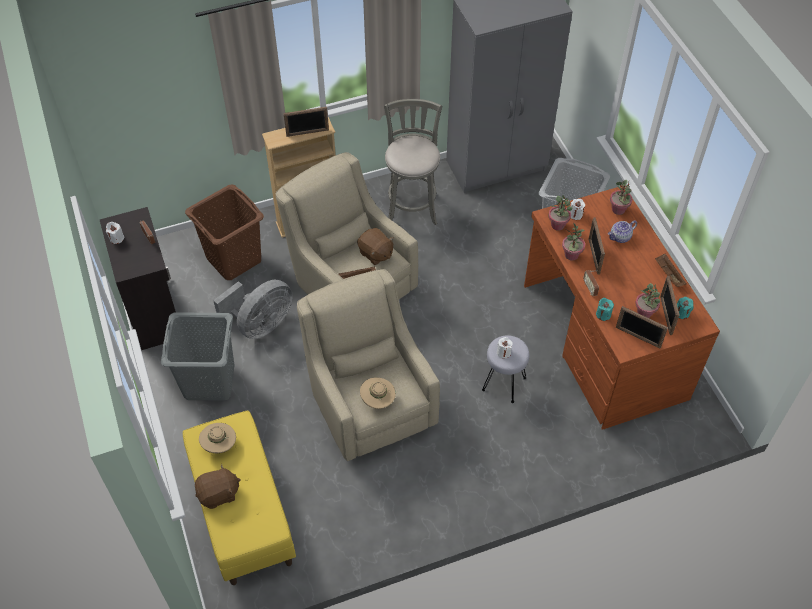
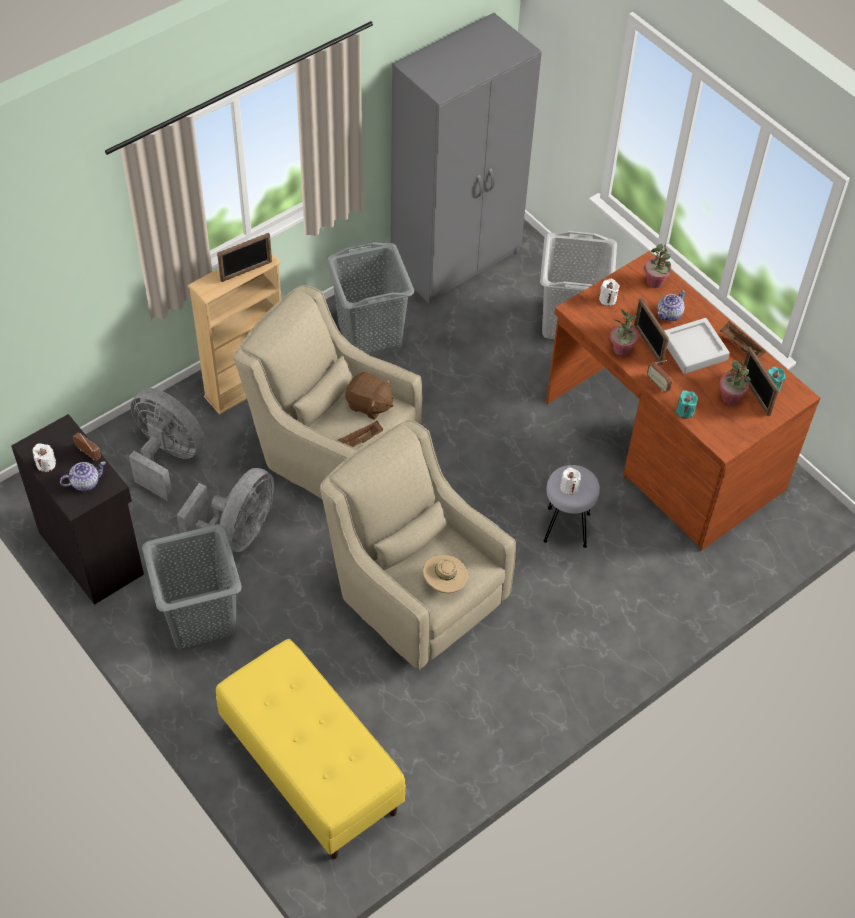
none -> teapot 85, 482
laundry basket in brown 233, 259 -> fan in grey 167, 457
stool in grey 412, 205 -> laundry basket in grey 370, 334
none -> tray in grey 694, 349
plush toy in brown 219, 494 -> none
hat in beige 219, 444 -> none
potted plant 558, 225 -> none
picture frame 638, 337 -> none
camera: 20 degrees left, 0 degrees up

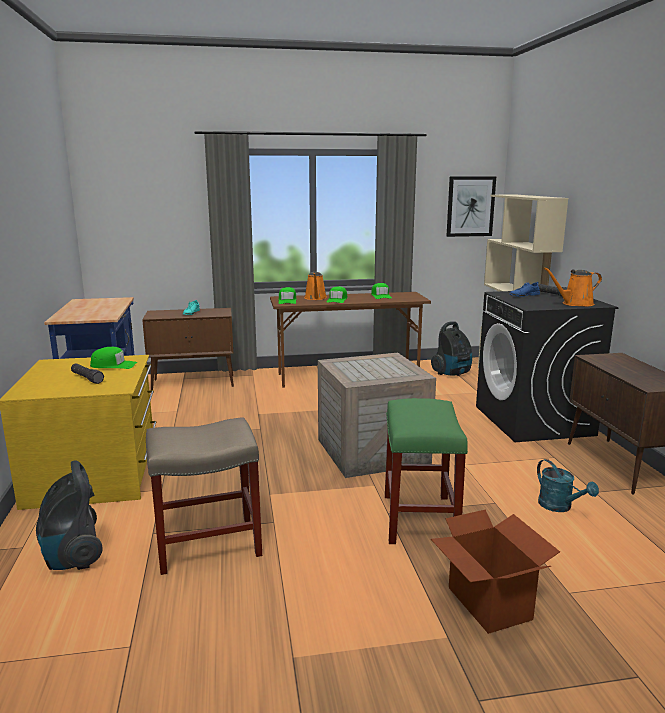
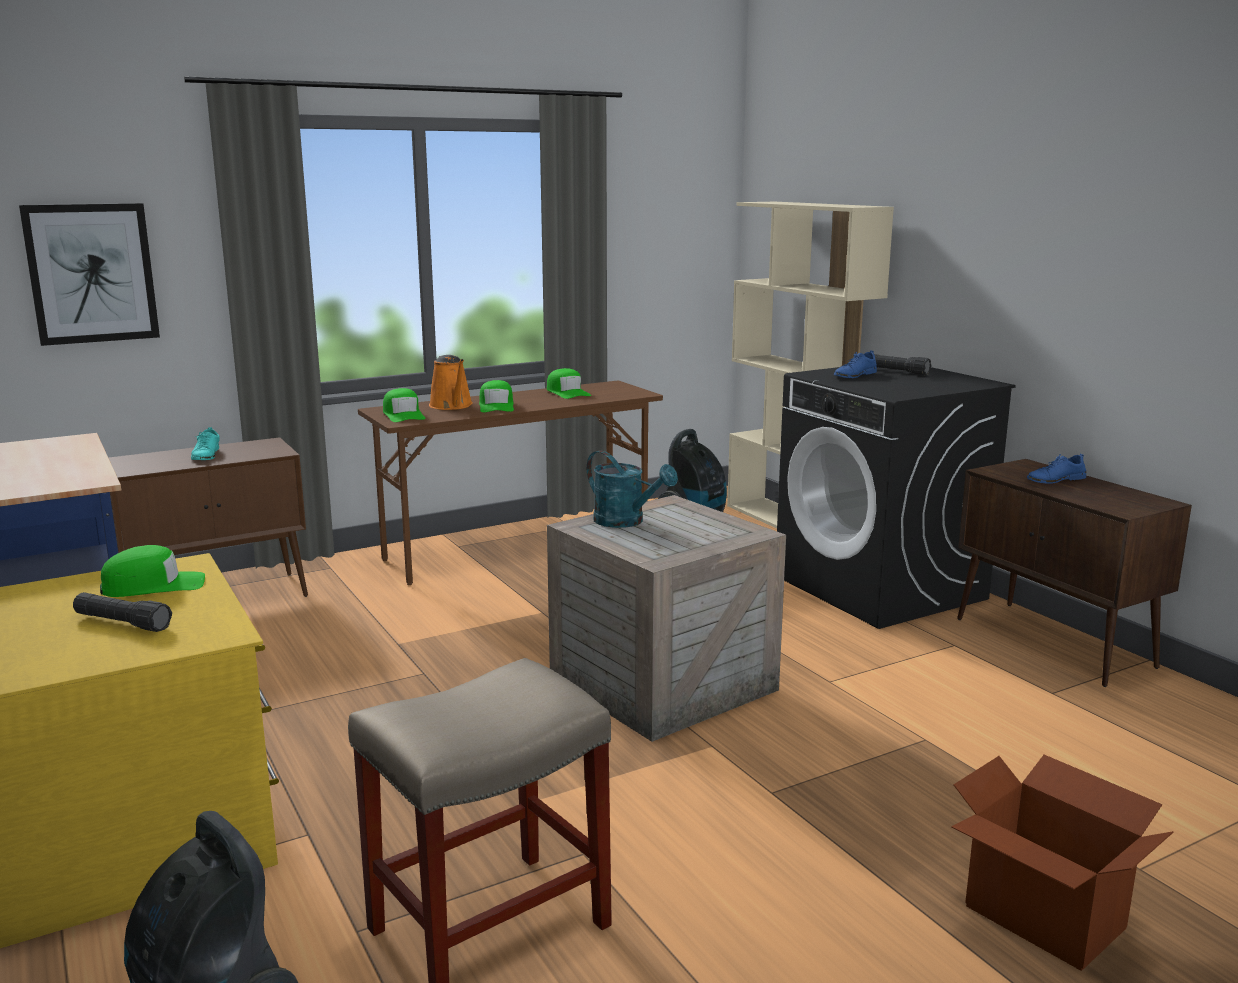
picture 470, 206 -> picture 91, 273, shifted
watering can in turquoise 560, 507 -> watering can in turquoise 626, 522, shifted
none -> shoe in blue 1055, 480
stool in green 420, 520 -> none
watering can in orange 575, 304 -> none
camera: 20 degrees left, 0 degrees up

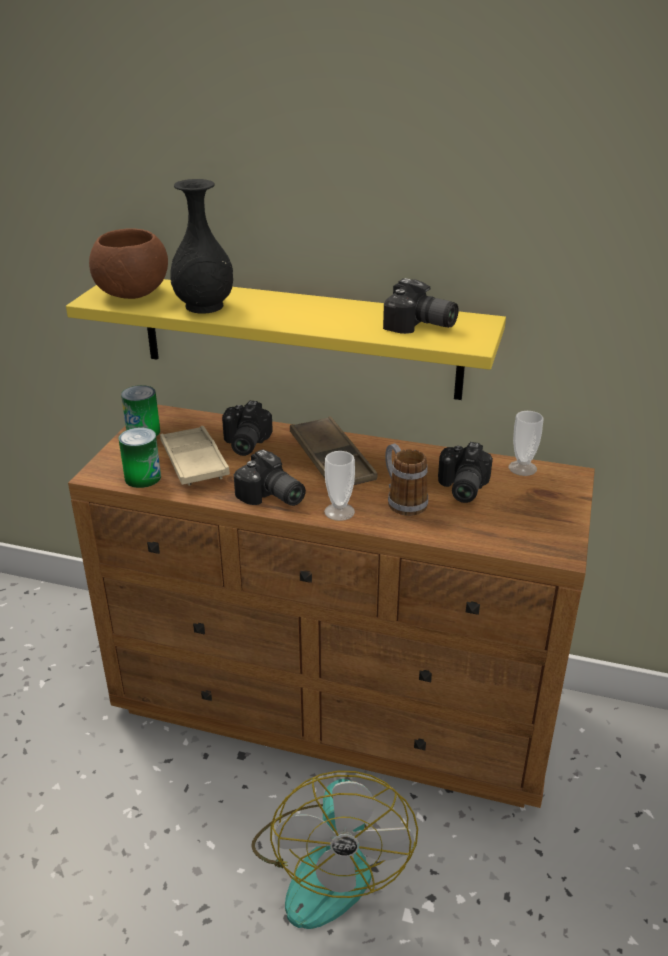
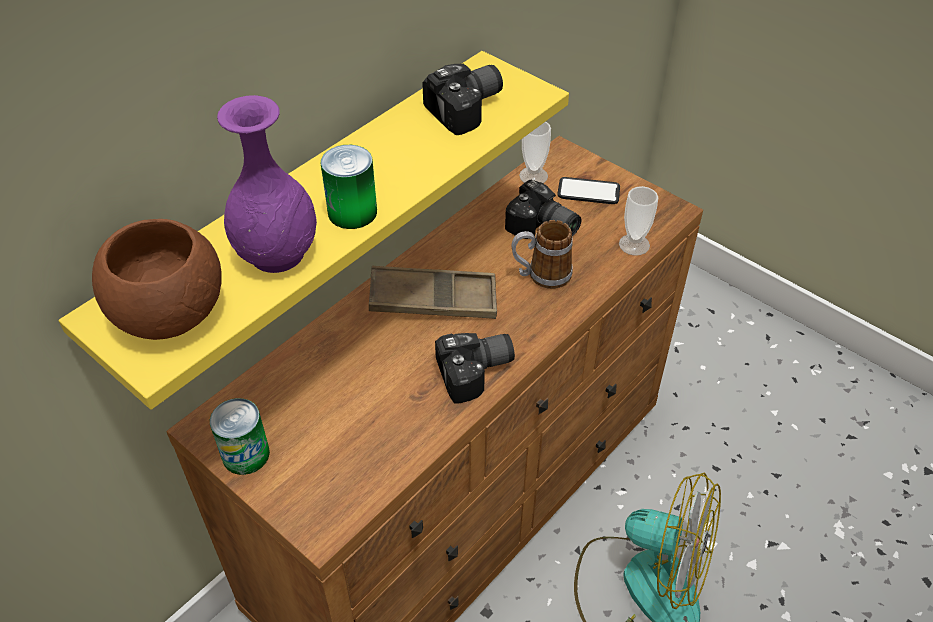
vase in black 204, 306 -> vase in purple 278, 254
can 143, 478 -> can 352, 212, shifted
none -> phone 588, 191
cup 339, 512 -> cup 634, 244, shifted
tray in beige 194, 462 -> none
photo camera 243, 444 -> none
camera: 65 degrees left, 15 degrees up

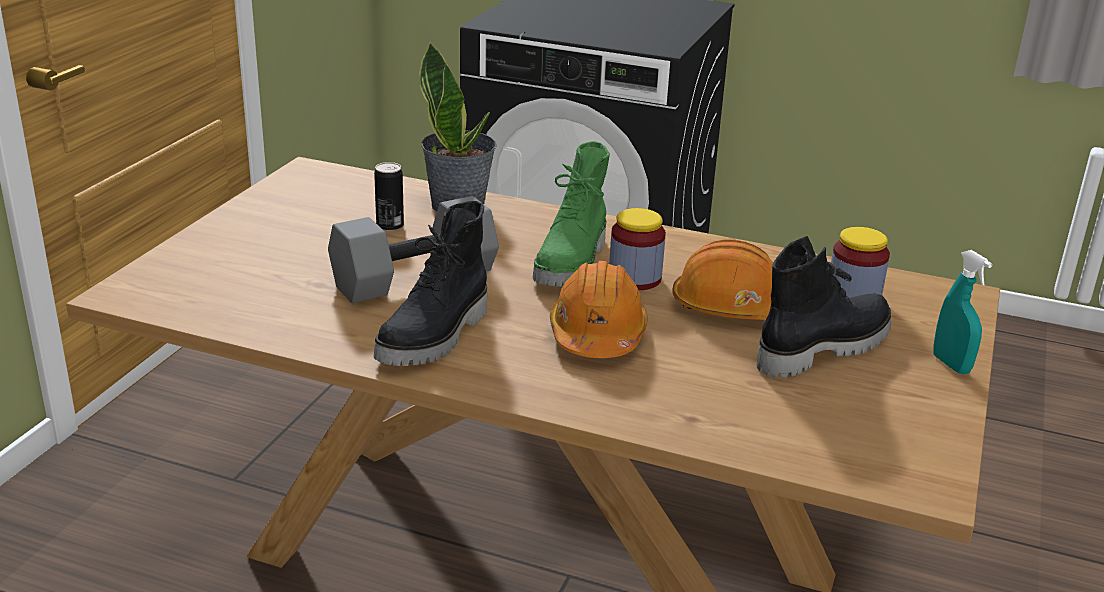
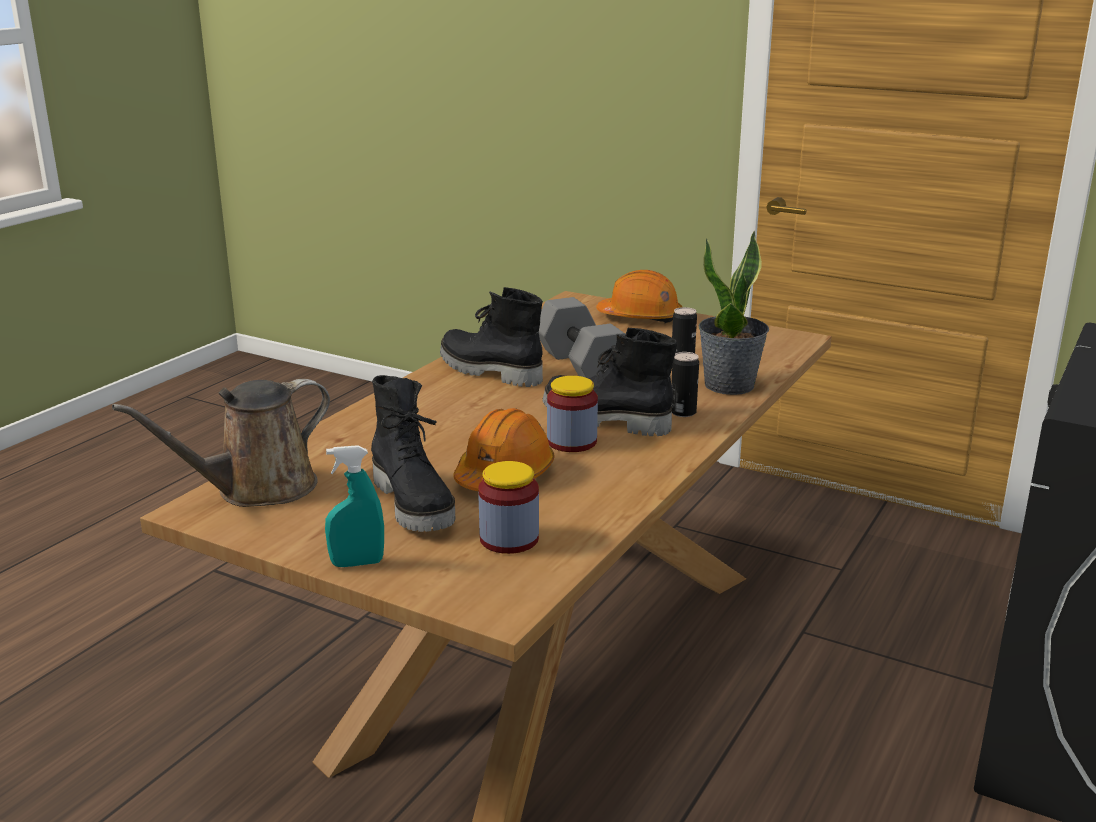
none -> watering can in brown 257, 489
boot in green 573, 263 -> boot in black 604, 420
hard hat in orange 597, 334 -> hard hat in orange 640, 317, shifted
none -> can 683, 412
camera: 100 degrees right, 5 degrees down

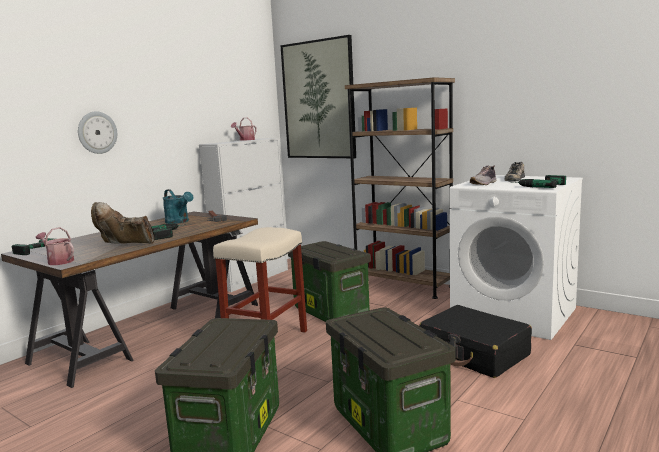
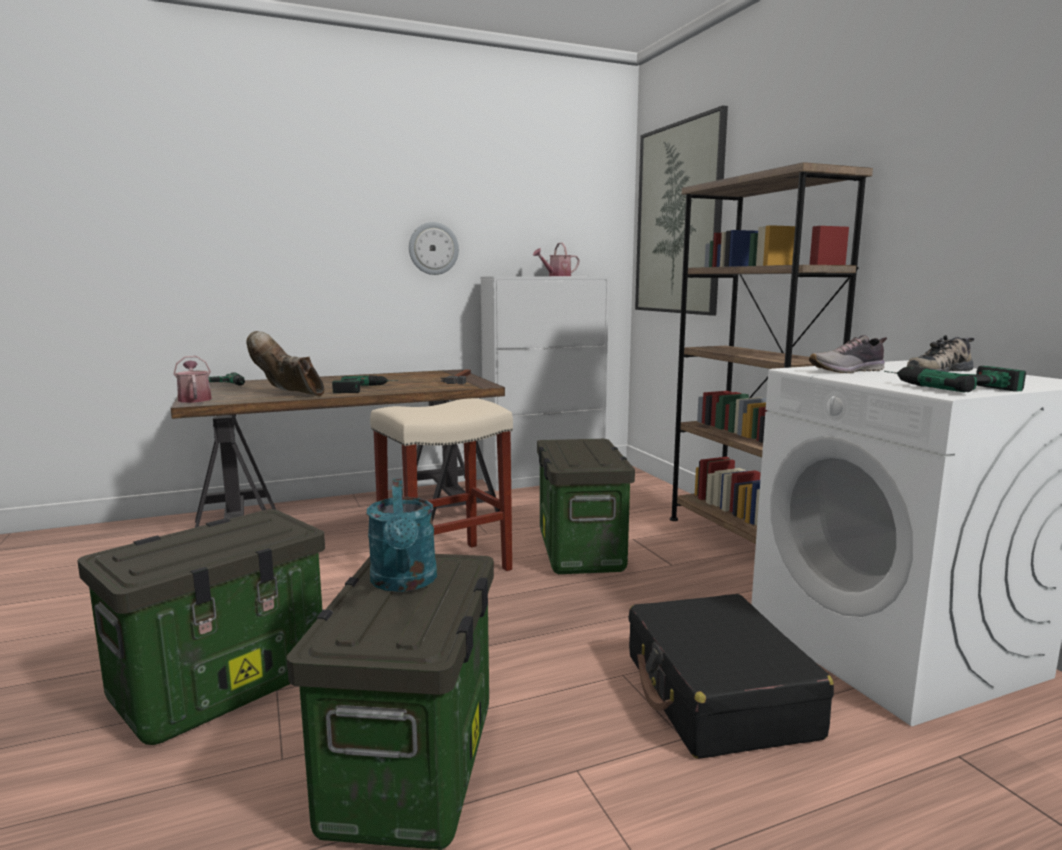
watering can in turquoise 179, 222 -> watering can in turquoise 404, 582, shifted
wall clock 97, 132 -> wall clock 433, 248, shifted
camera: 30 degrees right, 0 degrees up

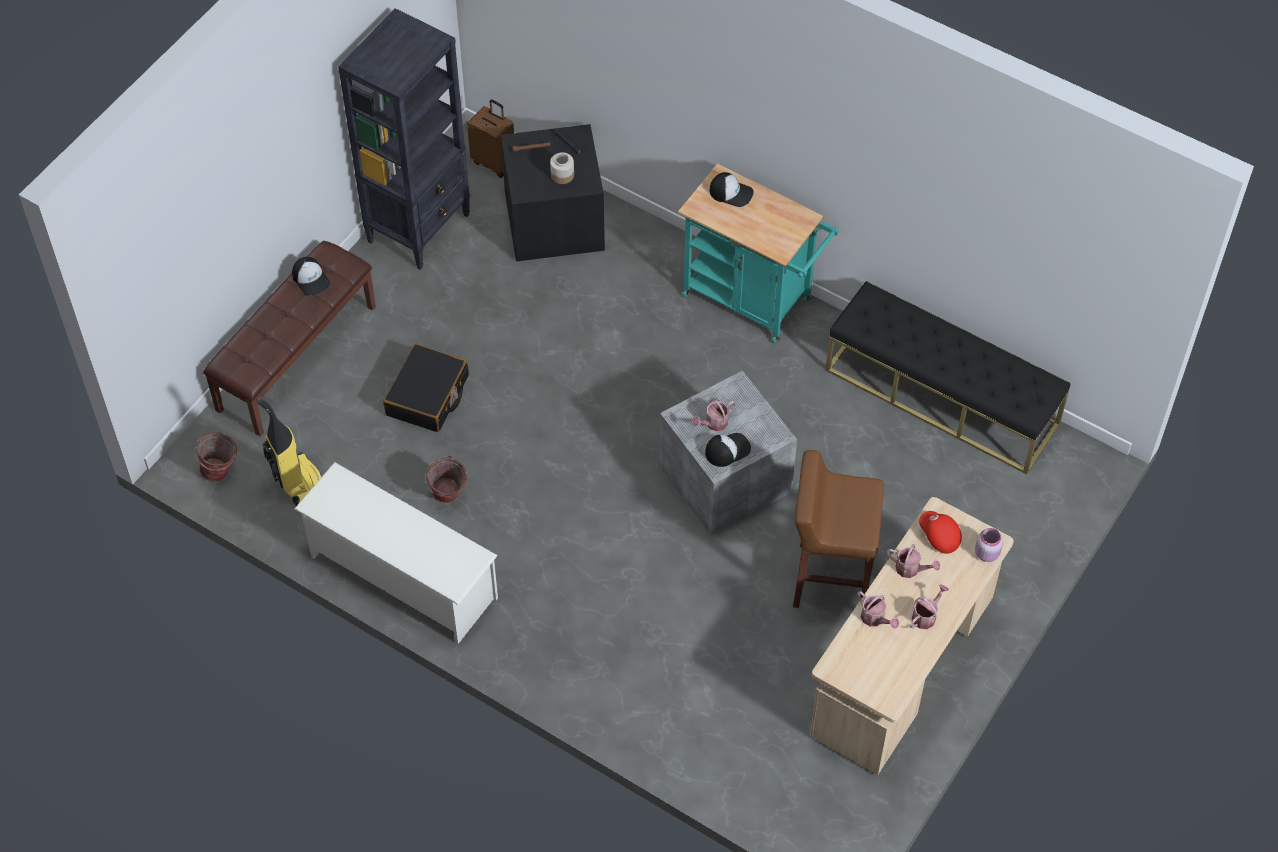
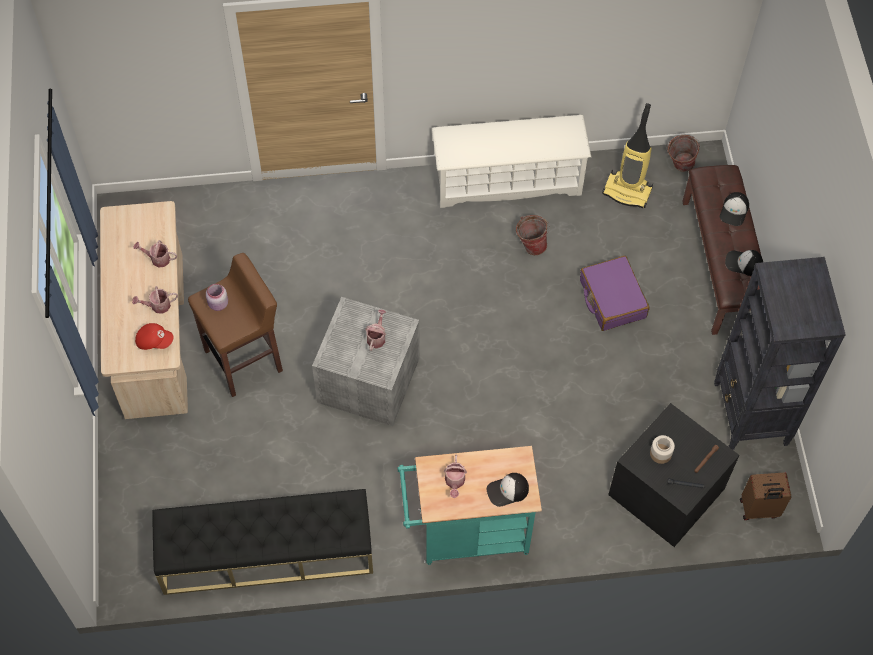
jar in pink 987, 553 -> jar in pink 218, 304, shifted
watering can 926, 616 -> watering can 454, 482, shifted
suitcase in black 428, 396 -> suitcase in purple 612, 299
cap 727, 450 -> cap 734, 211, shifted
camera: 140 degrees right, 5 degrees up

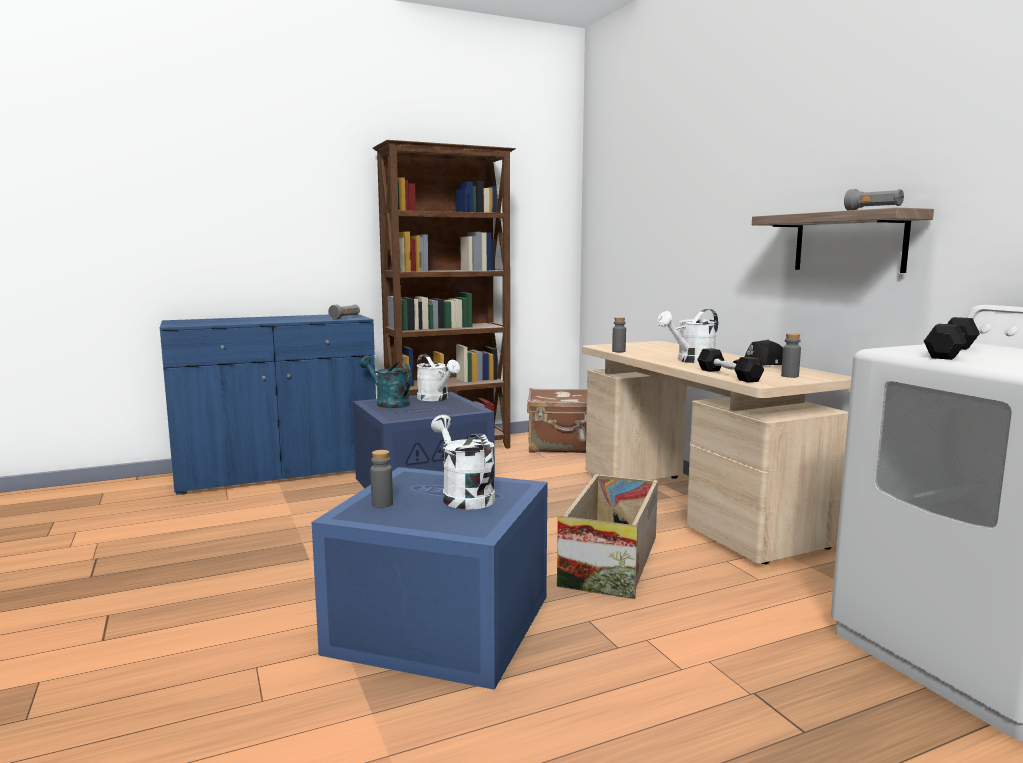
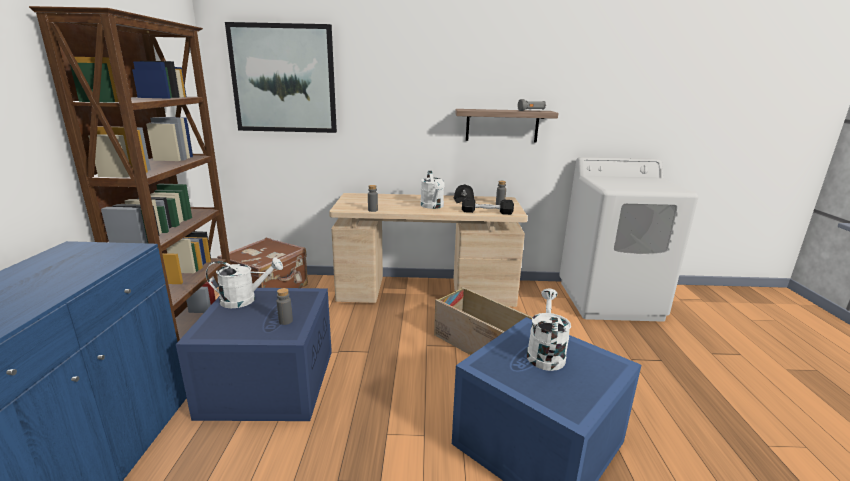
none -> picture 284, 79
bottle in grey 382, 504 -> bottle in grey 285, 321, shifted
watering can in white 463, 496 -> watering can in white 545, 353, 105 degrees clockwise
flashlight in grey 345, 318 -> none
watering can in turquoise 388, 403 -> none
dumbbell in black 951, 352 -> none
camera: 65 degrees left, 10 degrees up

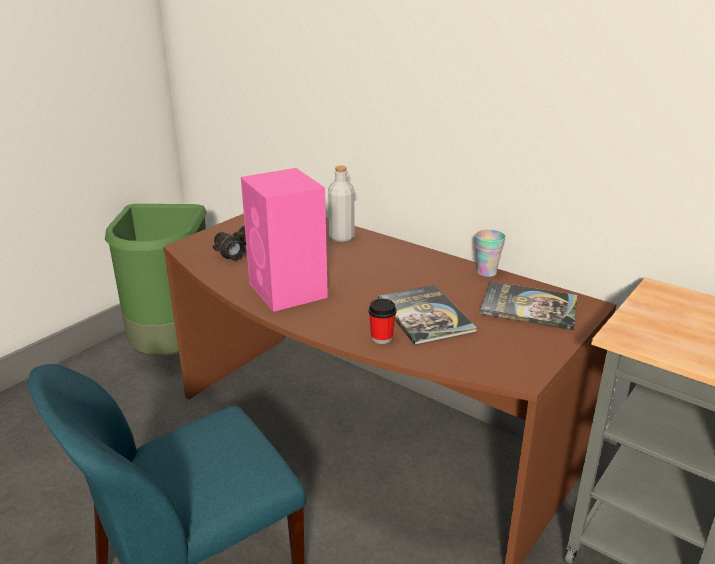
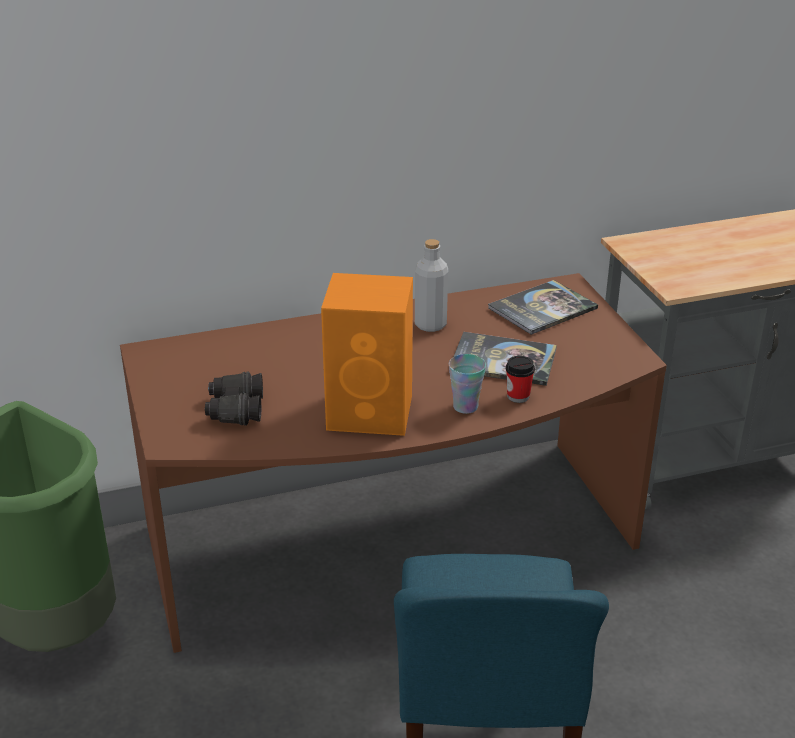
speaker in pink 288, 291 -> speaker in orange 372, 413
bottle in grey 341, 237 -> bottle in grey 430, 324, shifted
cup 486, 272 -> cup 465, 407, shifted
camera: 55 degrees left, 5 degrees up

